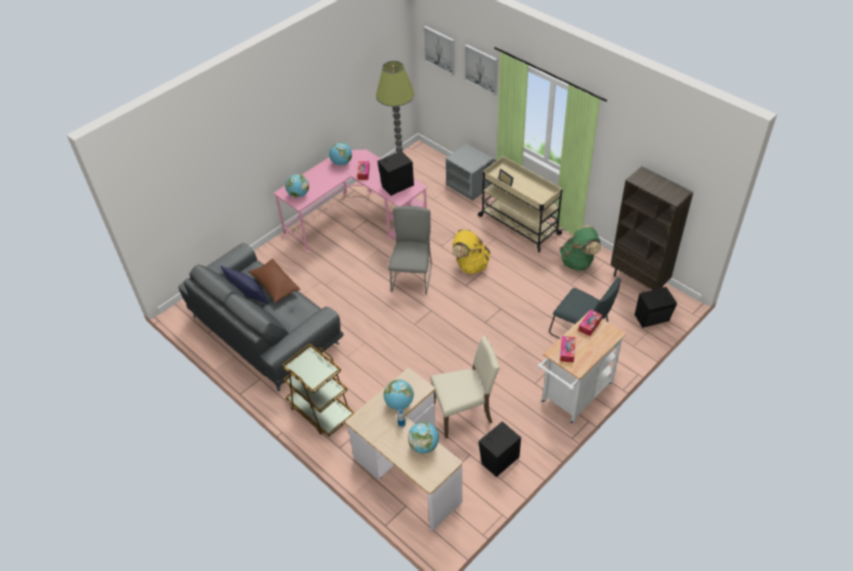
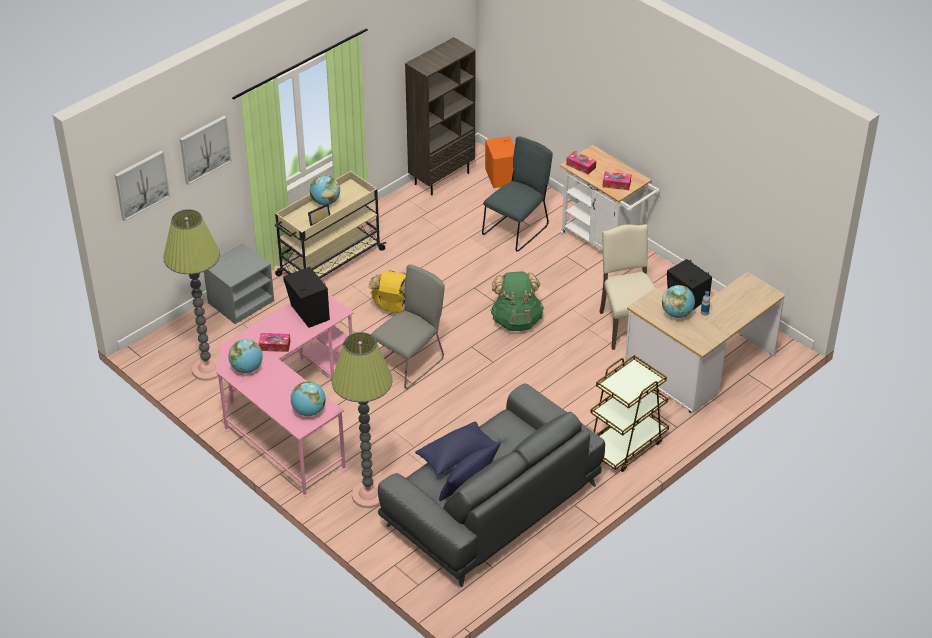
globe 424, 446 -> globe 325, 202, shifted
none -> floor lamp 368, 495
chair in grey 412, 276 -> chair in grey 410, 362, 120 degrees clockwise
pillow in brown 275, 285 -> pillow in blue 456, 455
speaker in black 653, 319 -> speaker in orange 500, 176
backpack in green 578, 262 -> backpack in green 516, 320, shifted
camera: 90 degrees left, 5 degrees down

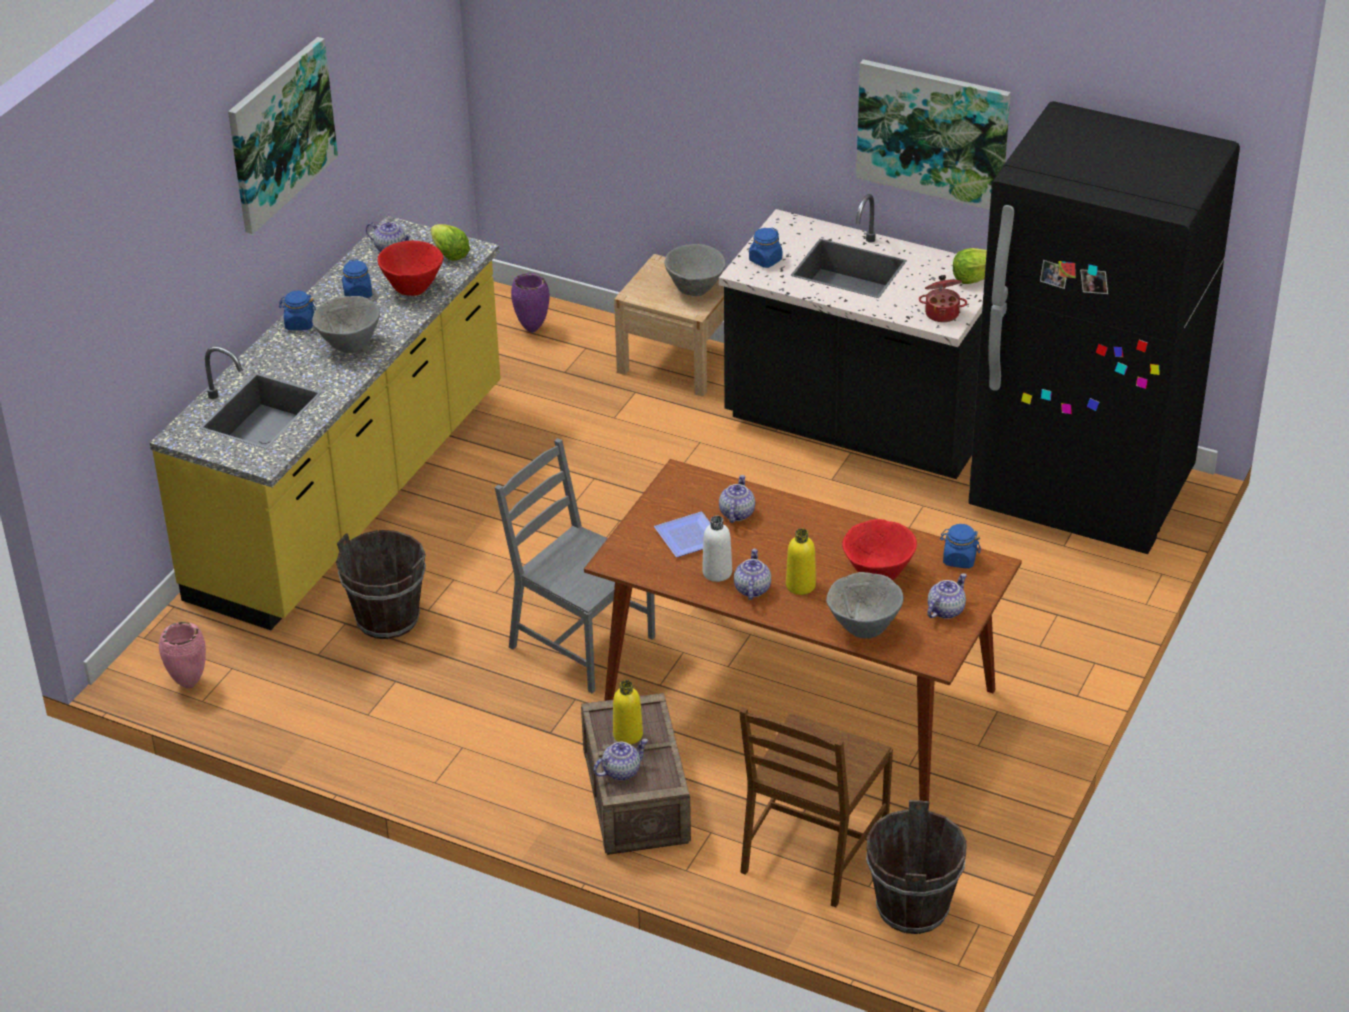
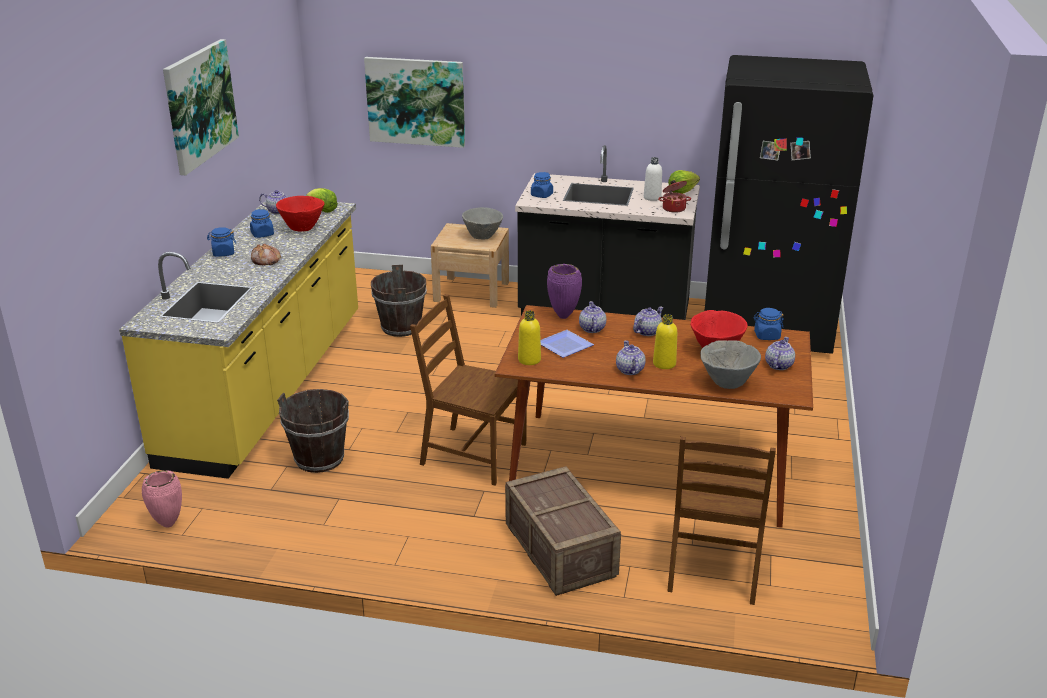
bowl in grey 349, 345 -> bread 265, 261
picture 933, 133 -> picture 416, 101, shifted
bucket in brown 912, 908 -> bucket in brown 401, 327, shifted
chair in grey 579, 643 -> chair in brown 472, 454
bottle in yellow 628, 735 -> bottle in yellow 529, 360, shifted
vase in purple 533, 329 -> vase in purple 564, 316, shifted
teapot 621, 771 -> teapot 647, 331, shifted
bottle in white 717, 572 -> bottle in white 652, 198, shifted
camera: 15 degrees left, 10 degrees down

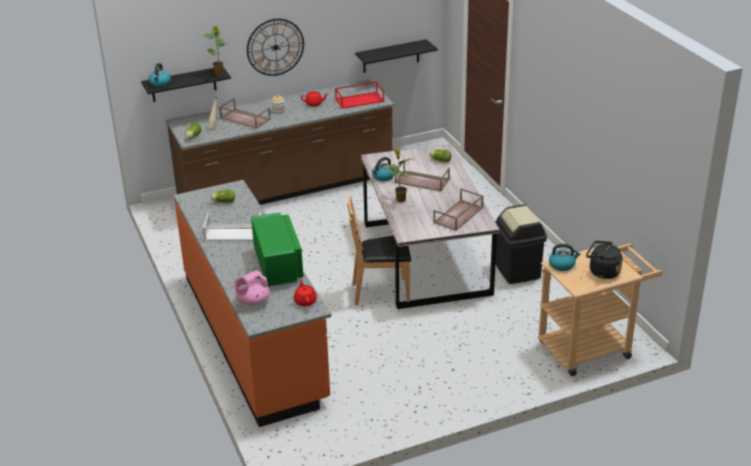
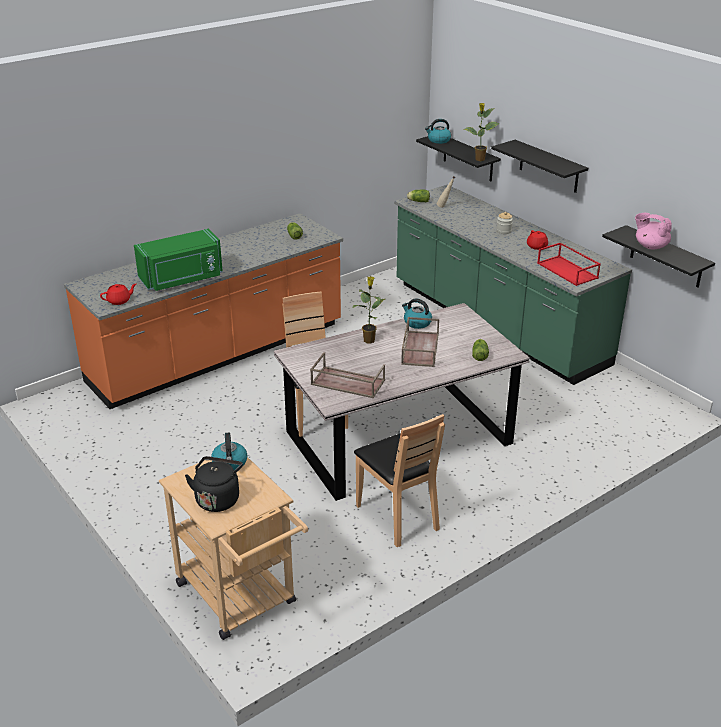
trash can in black 518, 271 -> chair in brown 398, 516
counter in brown 286, 189 -> counter in green 496, 324
wall clock 275, 47 -> shelf in black 549, 167
teapot in pink 252, 301 -> teapot in pink 650, 246, shifted
tray in white 233, 233 -> none
tray in brown 244, 119 -> none
camera: 75 degrees right, 0 degrees up

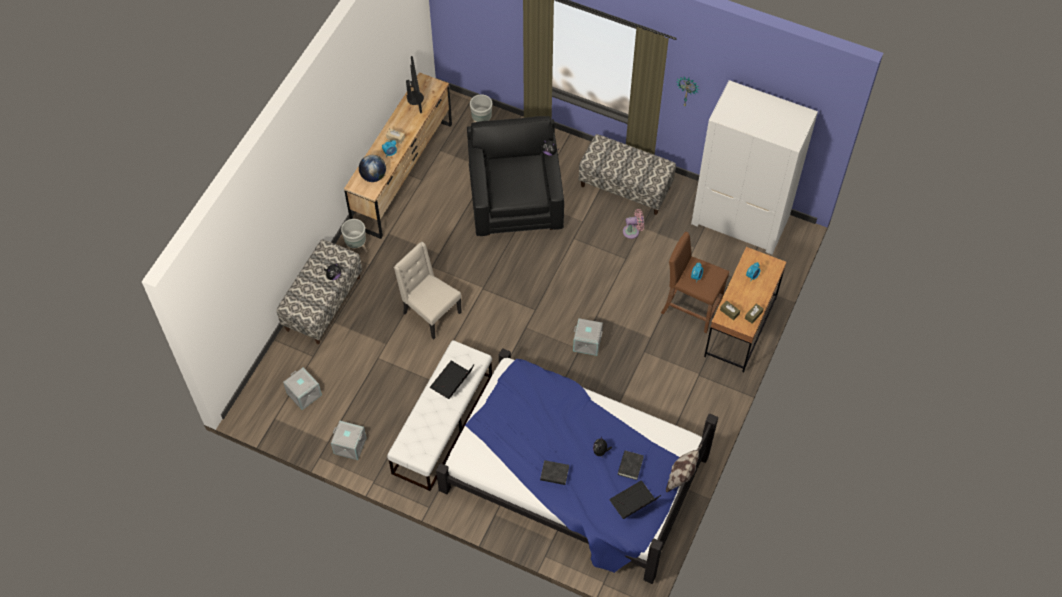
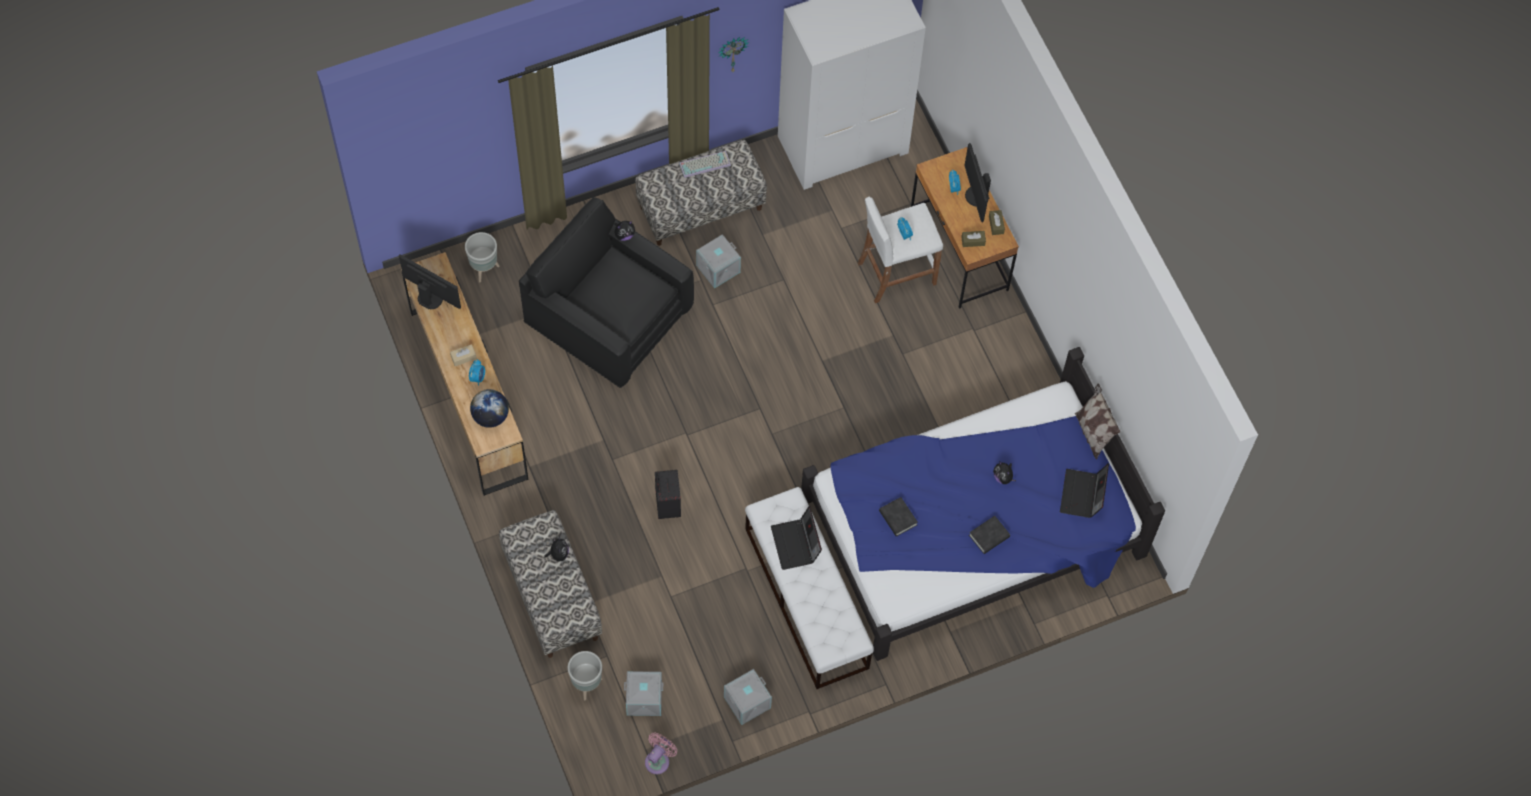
planter in grey 356, 248 -> planter in grey 586, 685, shifted
fan in pink 633, 231 -> fan in pink 658, 760, shifted
chair in beige 430, 313 -> suitcase in black 667, 505
none -> keyboard 705, 163
storage box in grey 587, 342 -> storage box in grey 718, 268, shifted
stool in brown 690, 308 -> stool in white 896, 273
book in black 630, 466 -> book in black 898, 518, shifted
none -> monitor 975, 196
camera: 50 degrees left, 5 degrees up

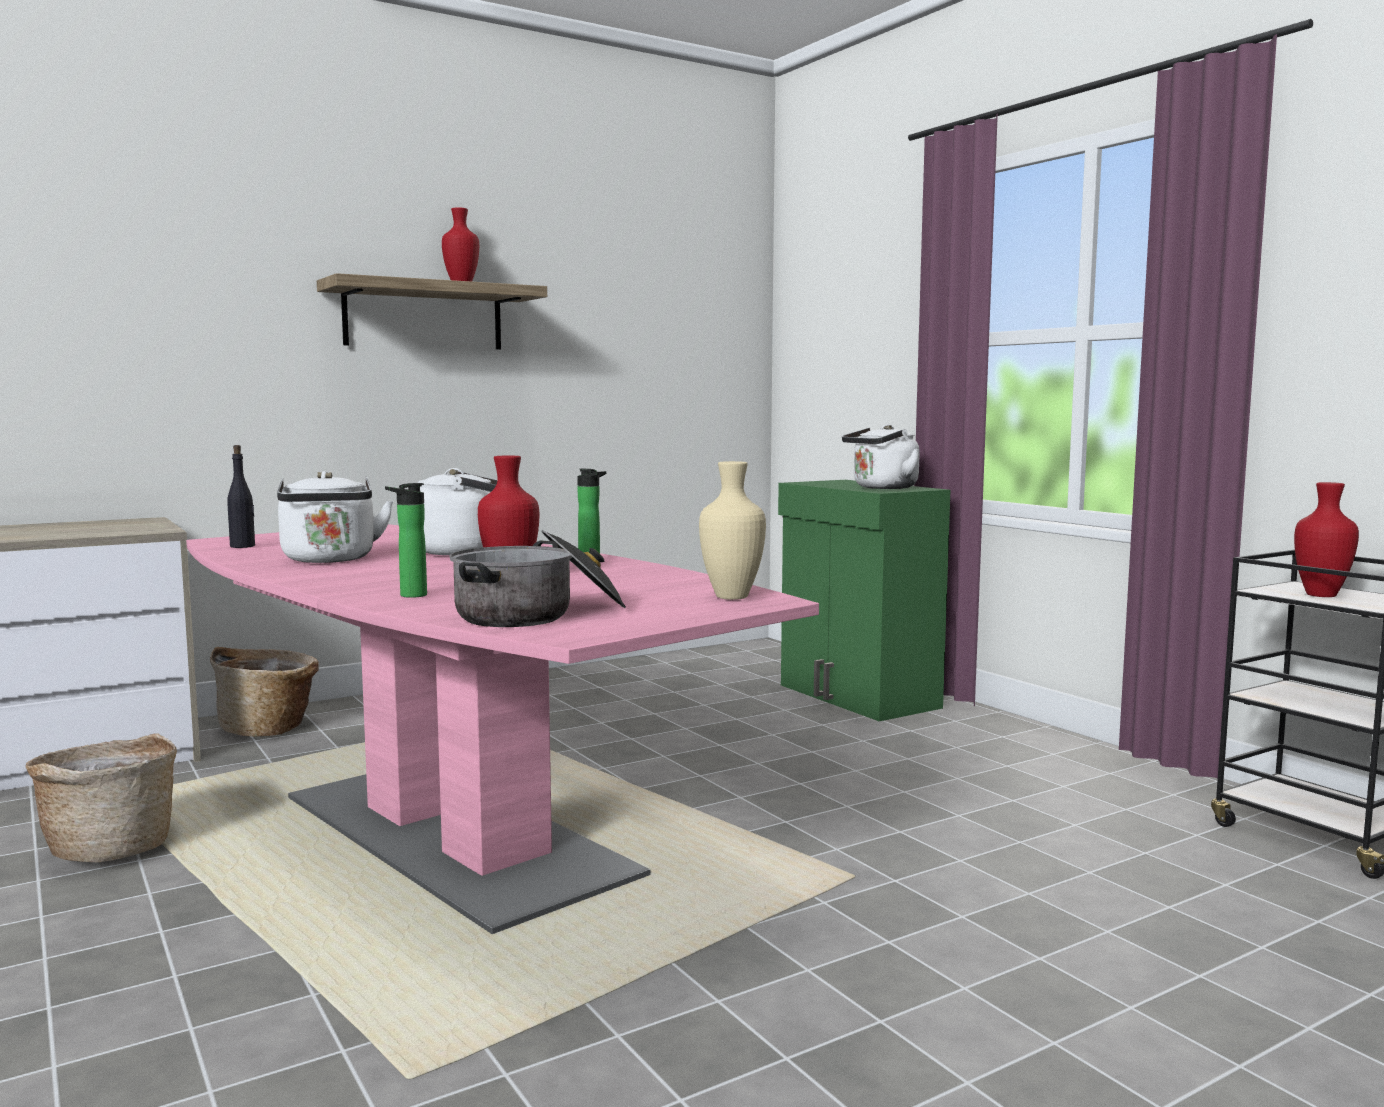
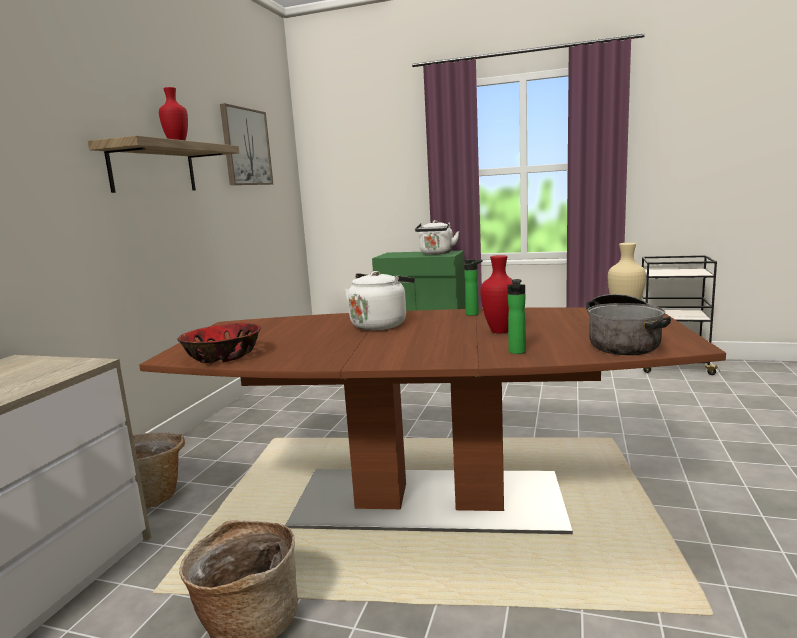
dining table in pink 454, 836 -> dining table in brown 429, 501
bottle in black 243, 546 -> bowl 222, 356
none -> picture 246, 147
kettle in white 330, 560 -> none
vase in red 1323, 595 -> none
camera: 40 degrees left, 5 degrees up

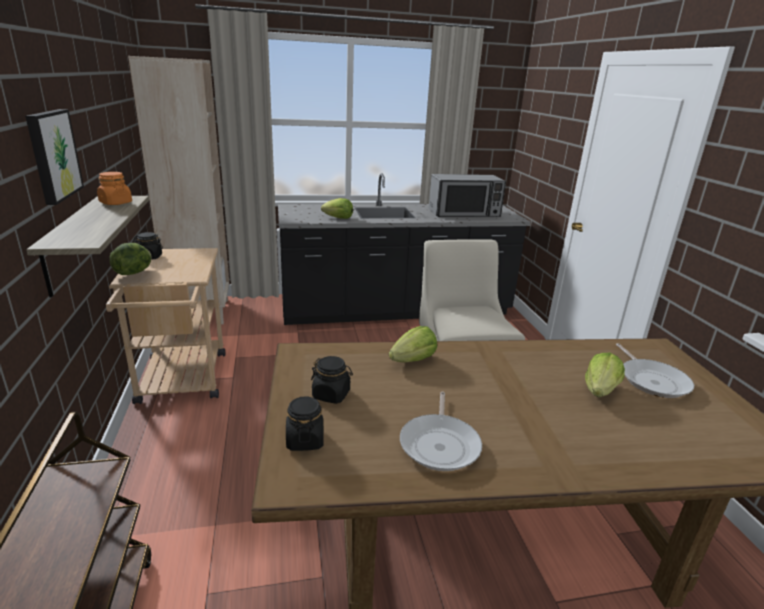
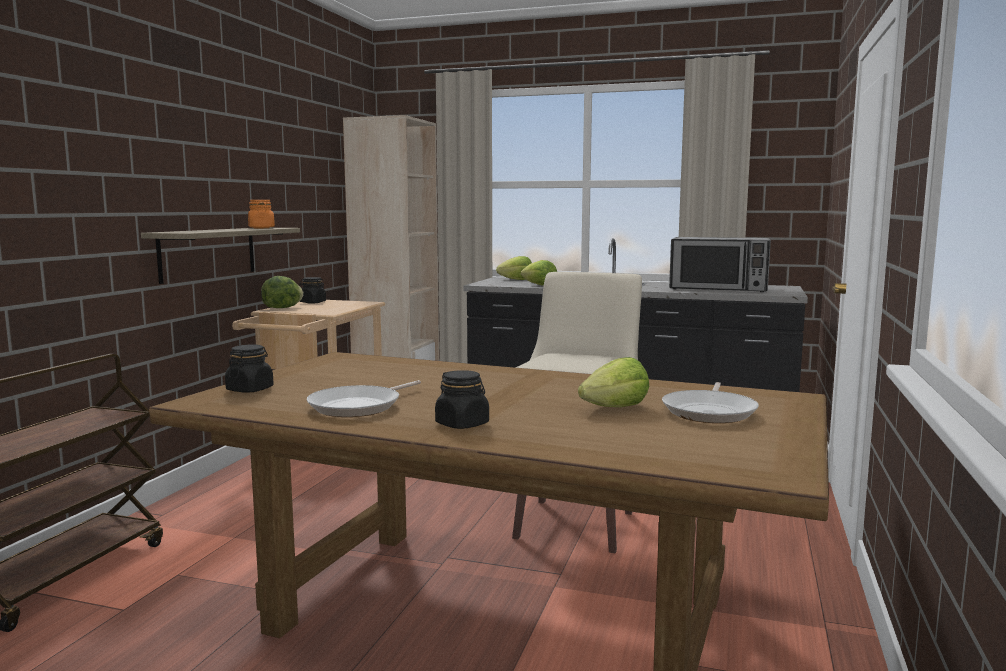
jar in black 331, 394 -> jar in black 462, 424, shifted
lettuce 413, 360 -> lettuce 516, 280, shifted
picture 52, 155 -> none
camera: 30 degrees right, 15 degrees down

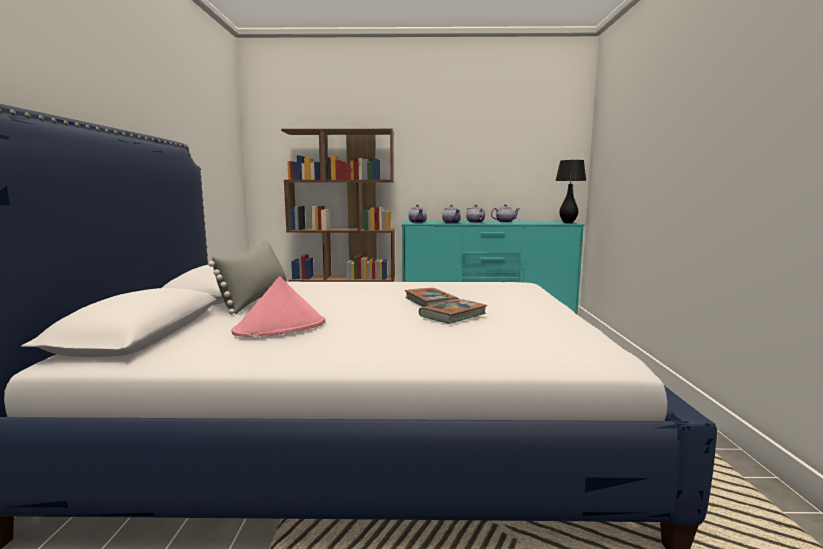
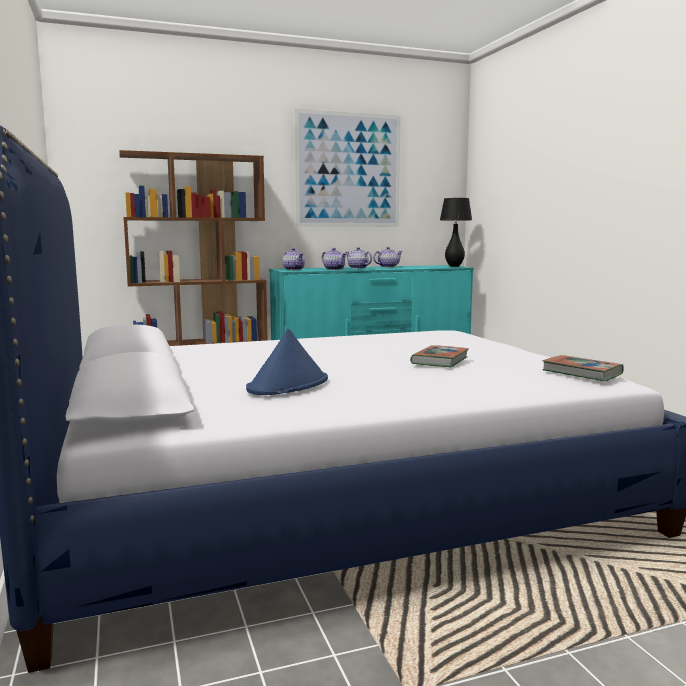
hat in pink 281, 327 -> hat in blue 288, 385
none -> picture 348, 170
book 431, 302 -> book 582, 373, shifted
pillow in grey 256, 299 -> none
camera: 20 degrees left, 0 degrees up

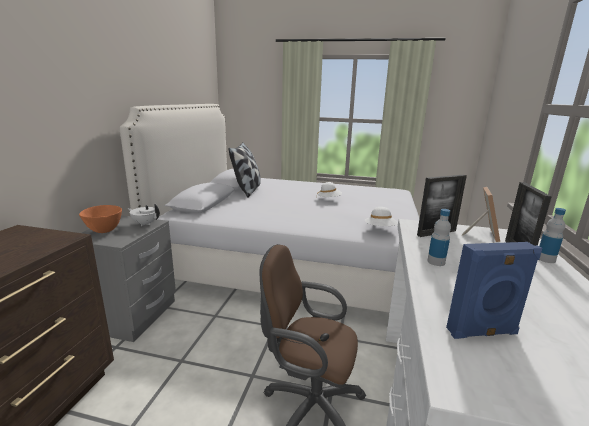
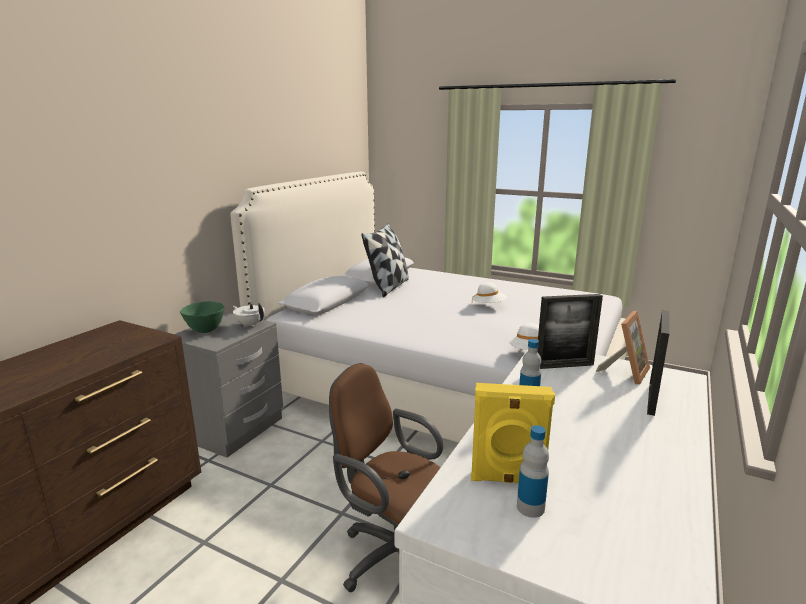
bowl in orange 105, 231 -> bowl in green 206, 331
speaker in blue 483, 333 -> speaker in yellow 507, 479
bottle 545, 259 -> bottle 530, 507, shifted
camera: 15 degrees right, 0 degrees up

